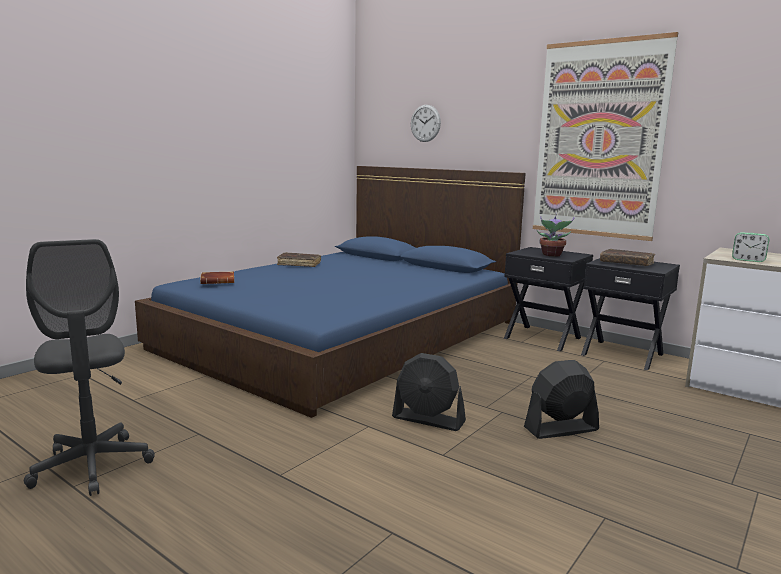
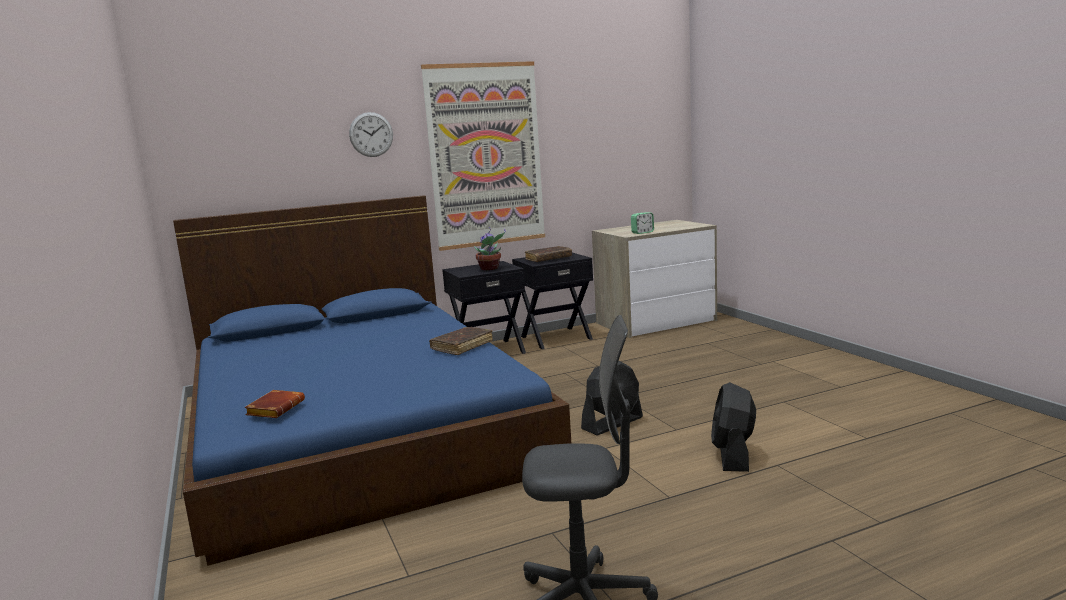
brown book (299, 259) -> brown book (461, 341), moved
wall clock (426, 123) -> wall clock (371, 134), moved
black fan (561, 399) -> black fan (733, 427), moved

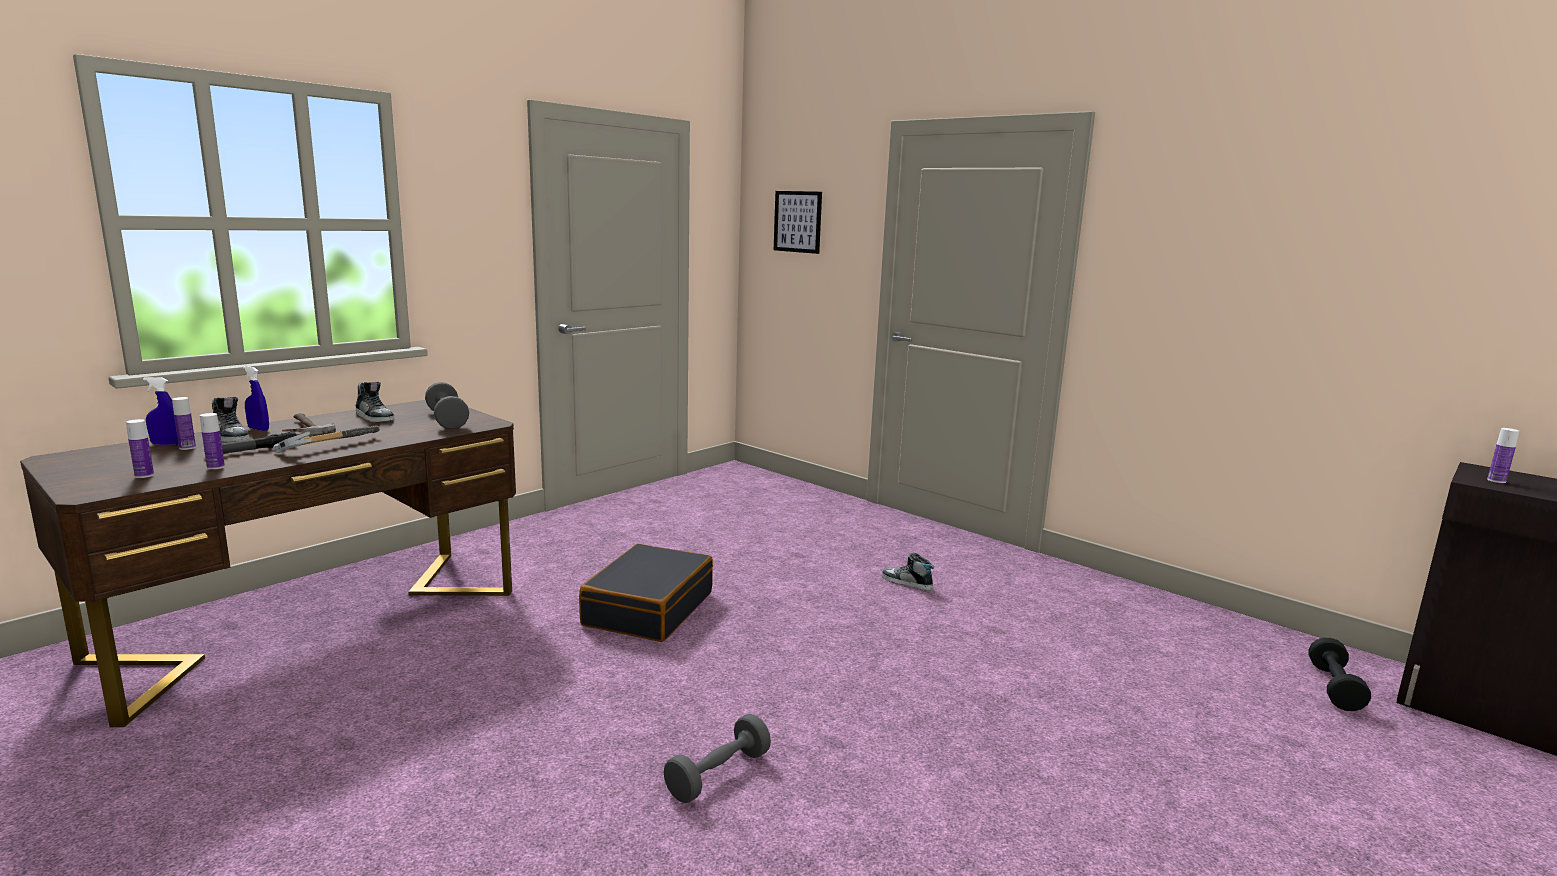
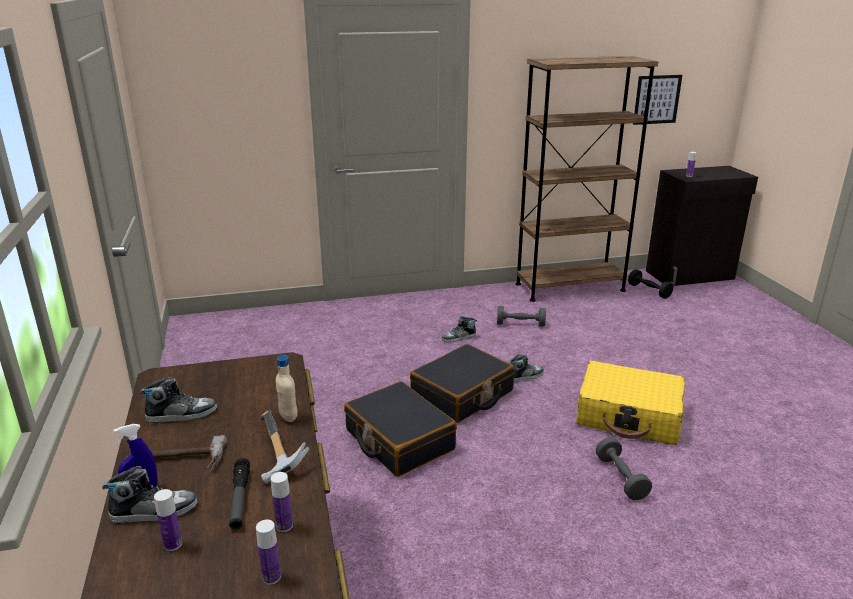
blue spray bottle (160, 411) -> none
grey dumbbell (447, 405) -> grey dumbbell (521, 316), moved
picture (798, 222) -> picture (657, 100), moved
none -> beige bottle (287, 388)
none -> black suitcase (462, 383)
none -> shoe (526, 368)
none -> brown bookcase (586, 179)
none -> yellow suitcase (630, 403)

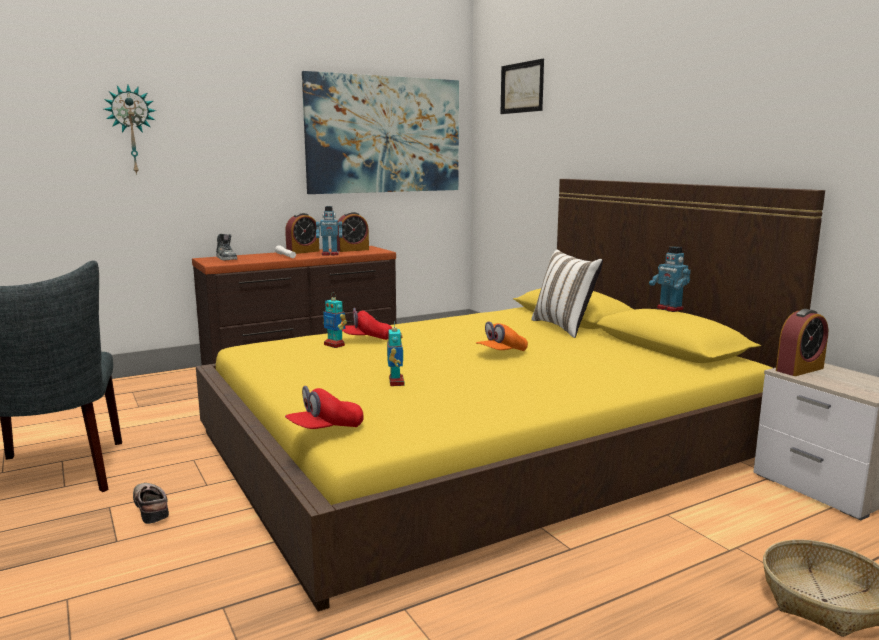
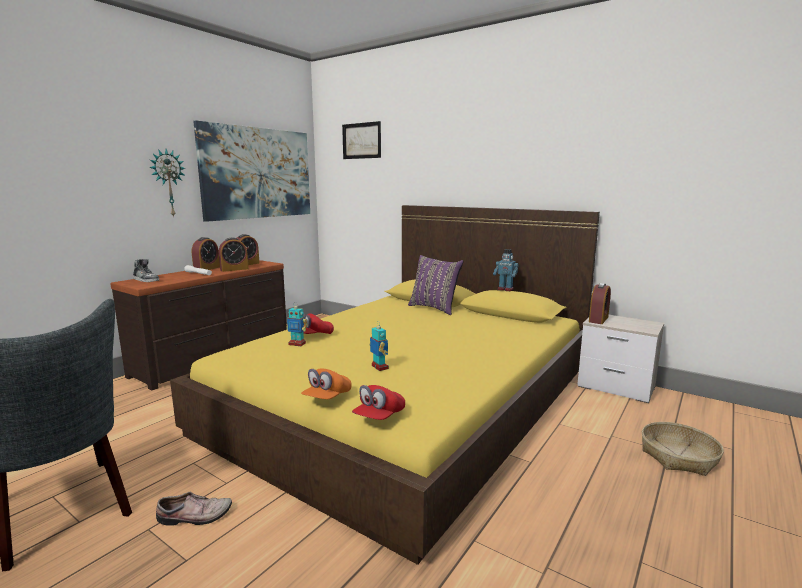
wall clock (130, 130) -> wall clock (167, 183), moved
shoe (151, 503) -> shoe (194, 509), 135 degrees clockwise
toy robot (329, 231) -> alarm clock (234, 254)
orange cap (502, 336) -> orange cap (326, 383), moved
white pillow (567, 293) -> purple pillow (436, 285)

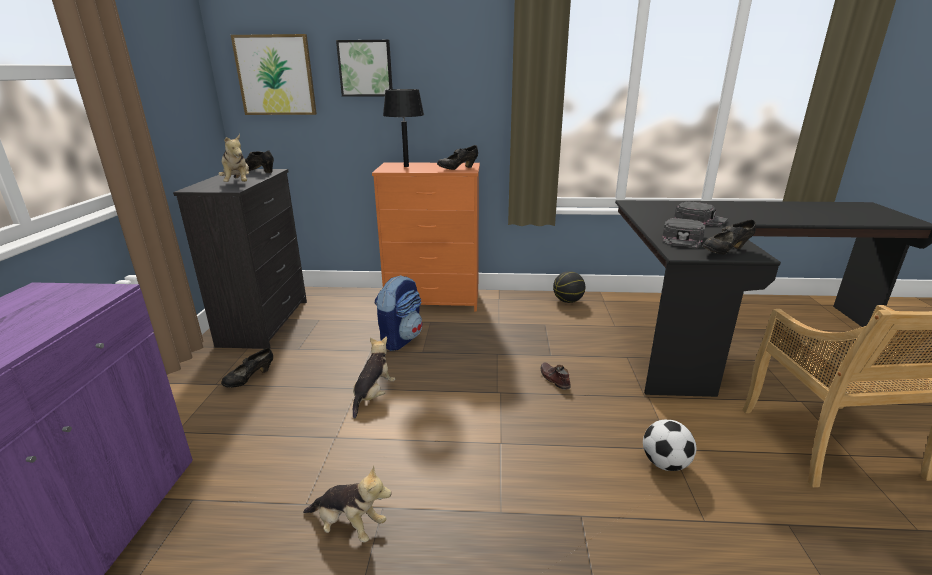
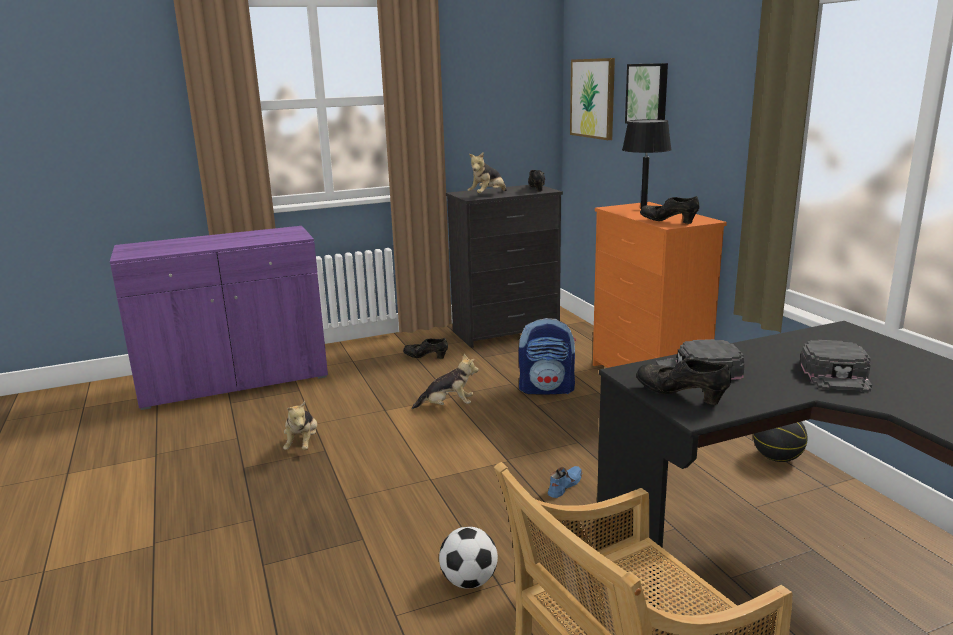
brown shoe (556, 376) -> blue shoe (565, 482)

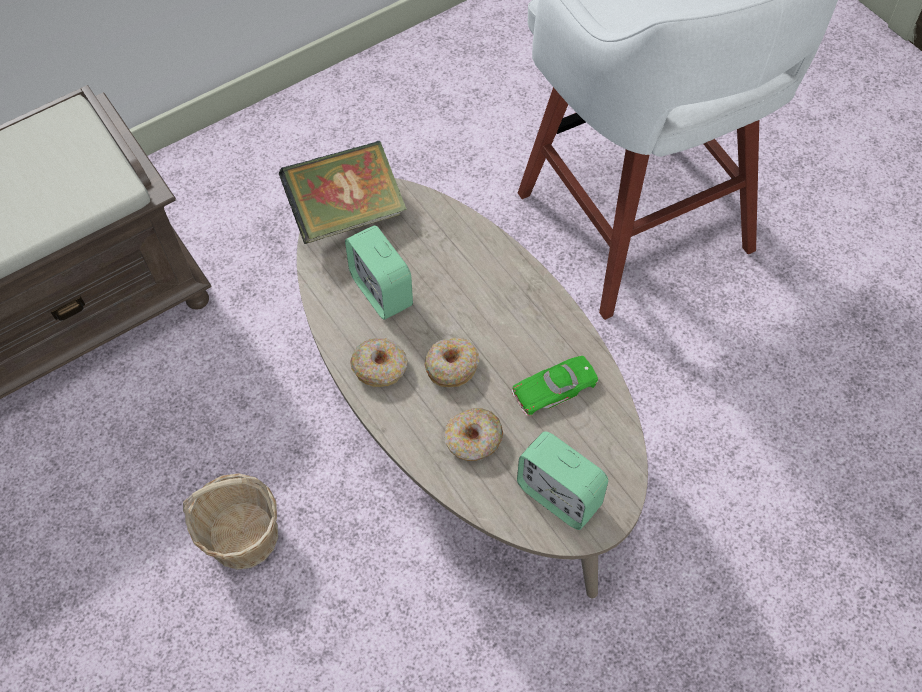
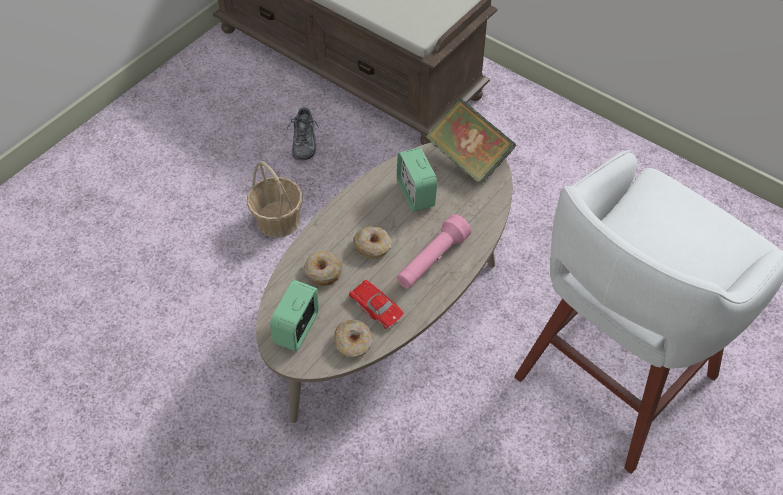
alarm clock (379, 272) -> alarm clock (417, 180), 60 degrees counterclockwise
donut (379, 362) -> donut (353, 338), moved
green toy car (555, 386) -> red toy car (376, 304)
none -> shoe (303, 133)
none -> pink flashlight (434, 251)

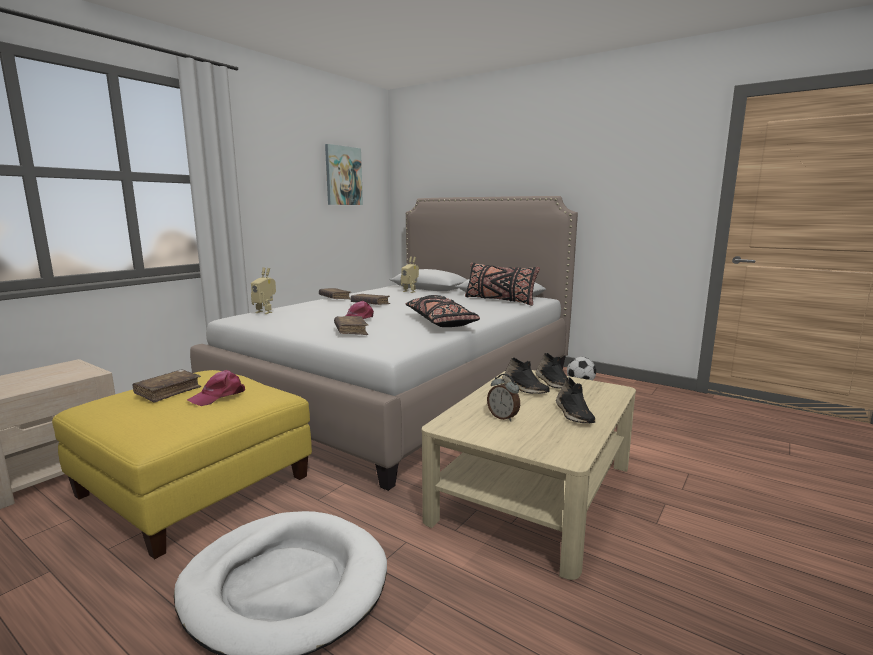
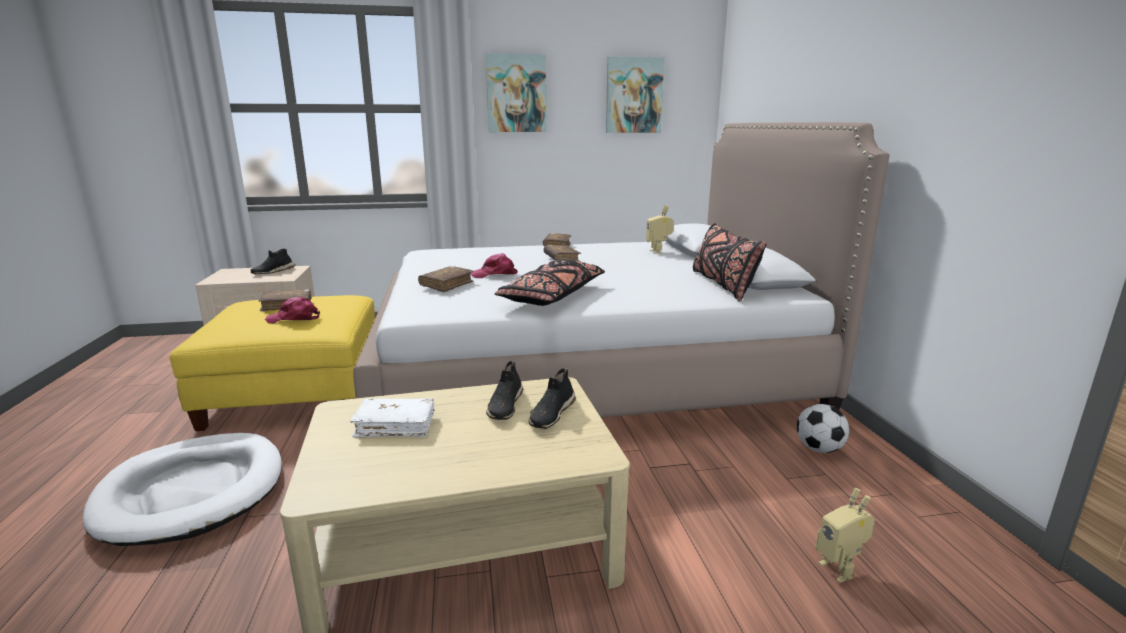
toy robot (263, 290) -> toy robot (845, 535), moved
alarm clock (503, 398) -> white book (392, 417)
black shoe (575, 400) -> black shoe (273, 261), moved
none -> picture (516, 92)

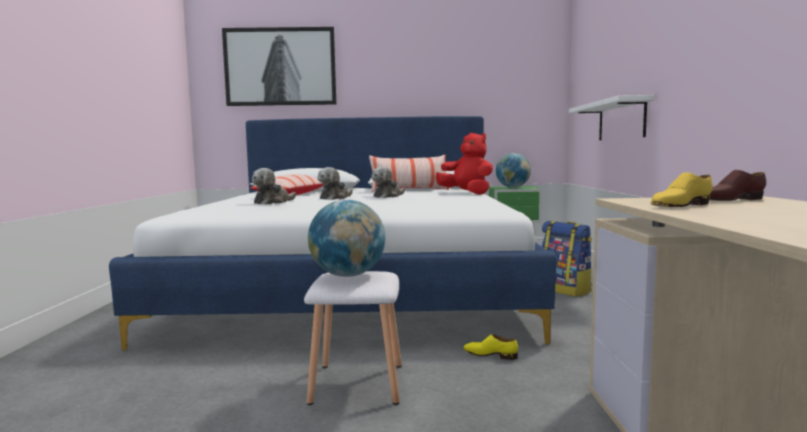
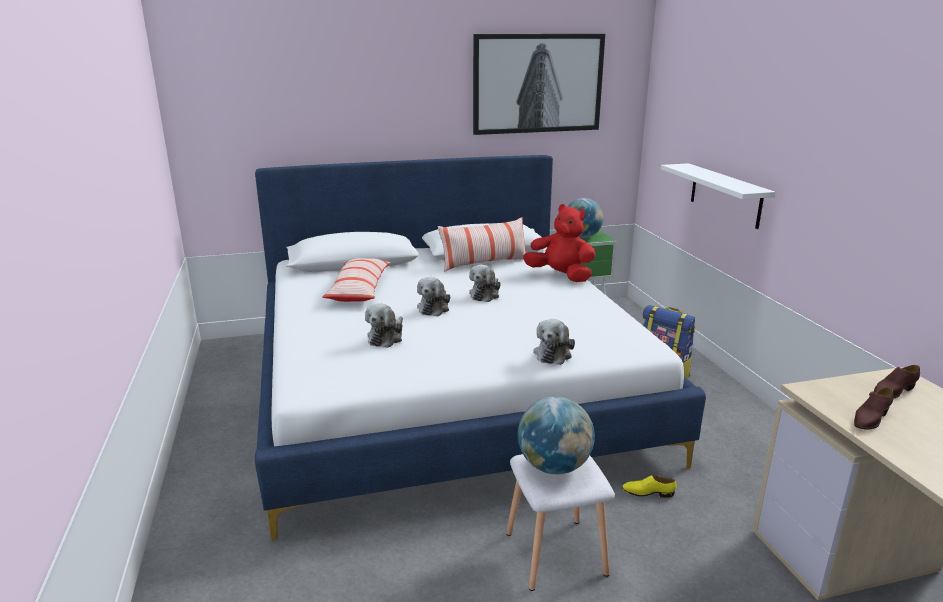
picture (279, 66) -> picture (539, 84), moved
yellow shoe (682, 189) -> brown shoe (873, 408)
none -> plush toy (554, 342)

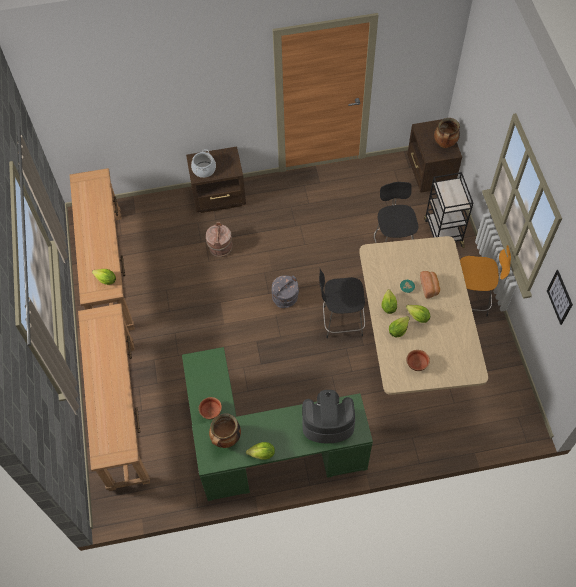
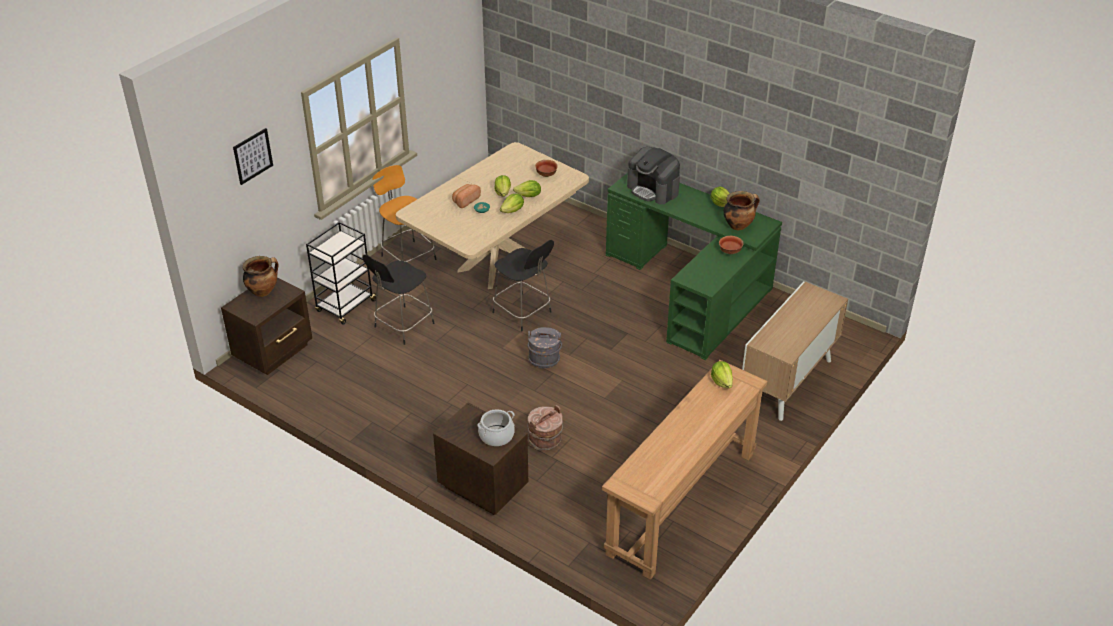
brown console table (114, 397) -> cabinet (795, 351)
picture (560, 297) -> picture (253, 156), moved

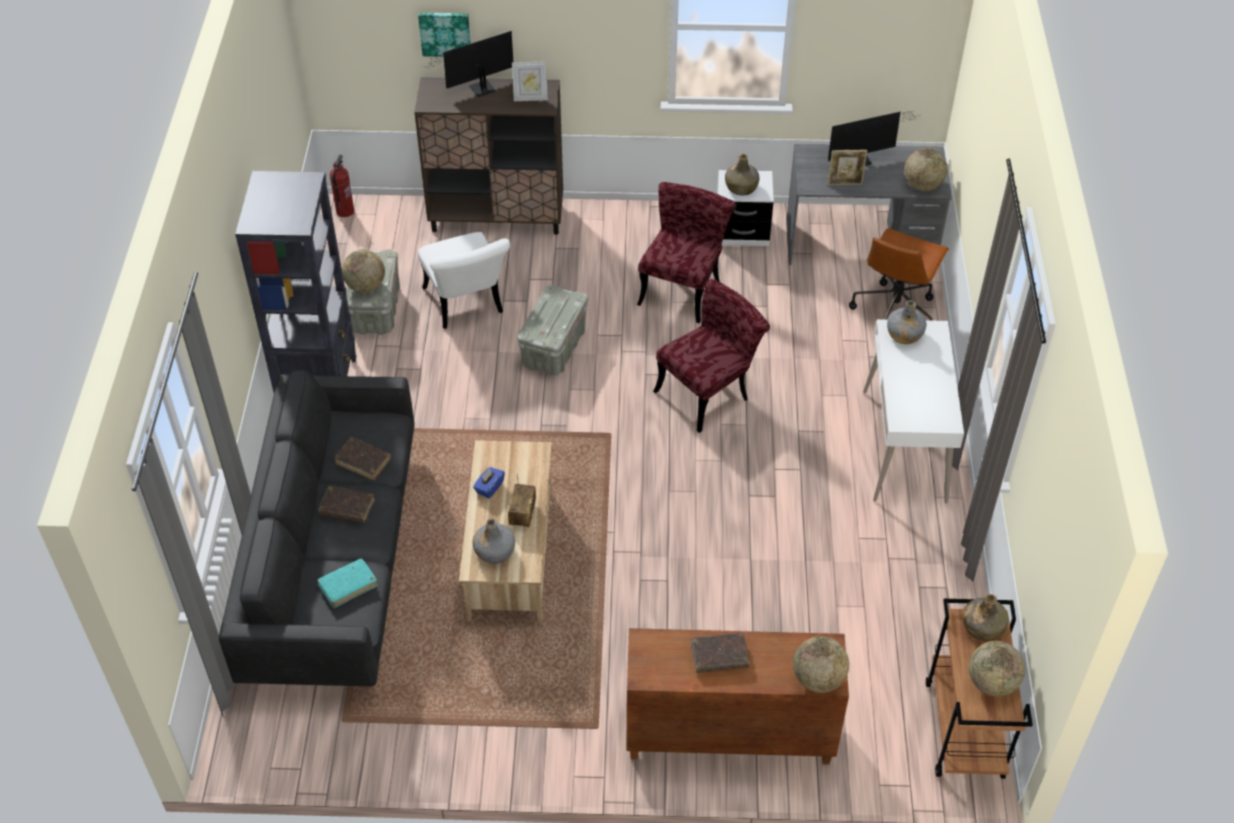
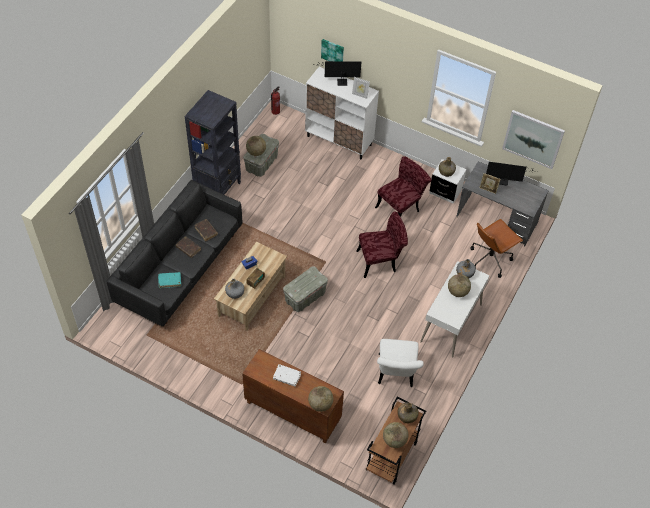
brown cabinet (488, 156) -> white cabinet (342, 113)
white chair (464, 280) -> white chair (400, 363), moved
grey storage box (552, 330) -> grey storage box (305, 289), moved
brown book (720, 653) -> white book (287, 375)
globe (925, 169) -> globe (459, 285), moved
none -> picture (533, 139)

